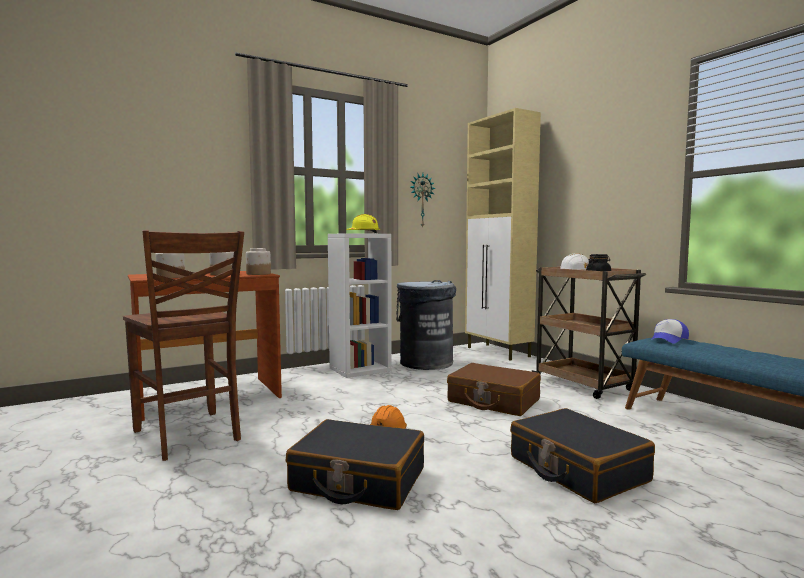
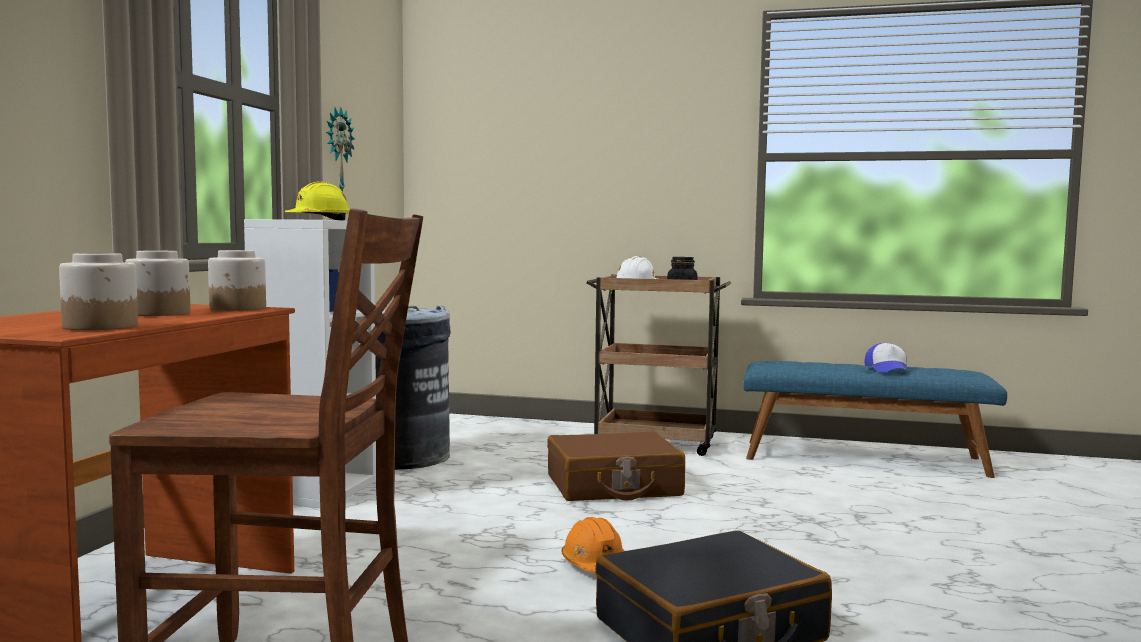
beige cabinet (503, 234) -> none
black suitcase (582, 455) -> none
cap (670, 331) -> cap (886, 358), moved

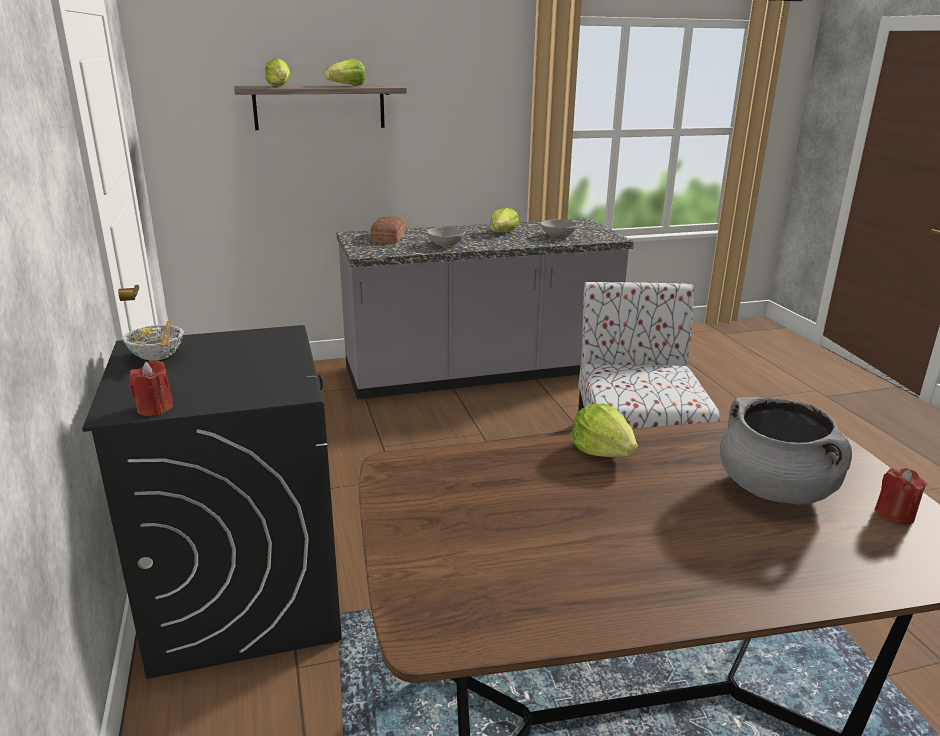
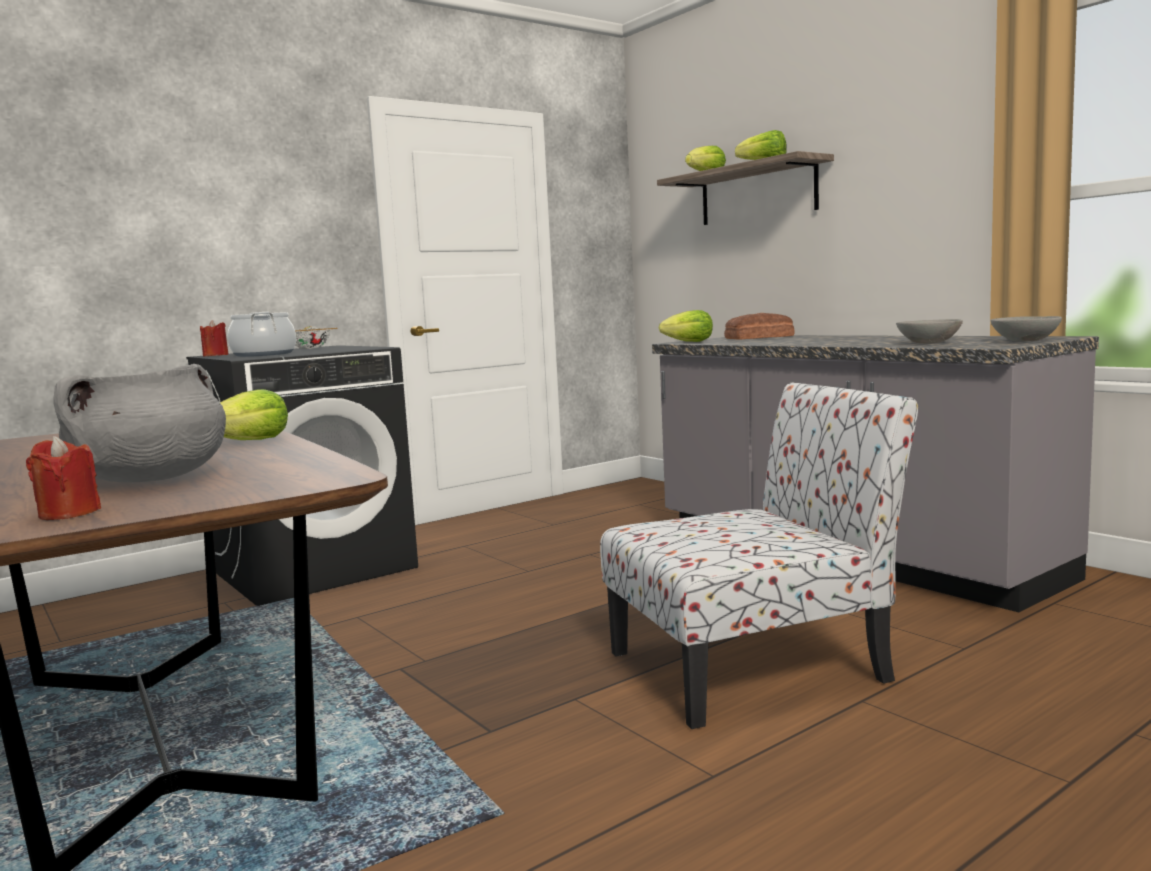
grey bowl (446, 237) -> grey bowl (1026, 328), moved
lettuce (504, 220) -> lettuce (686, 326), moved
none -> cooking pot (261, 334)

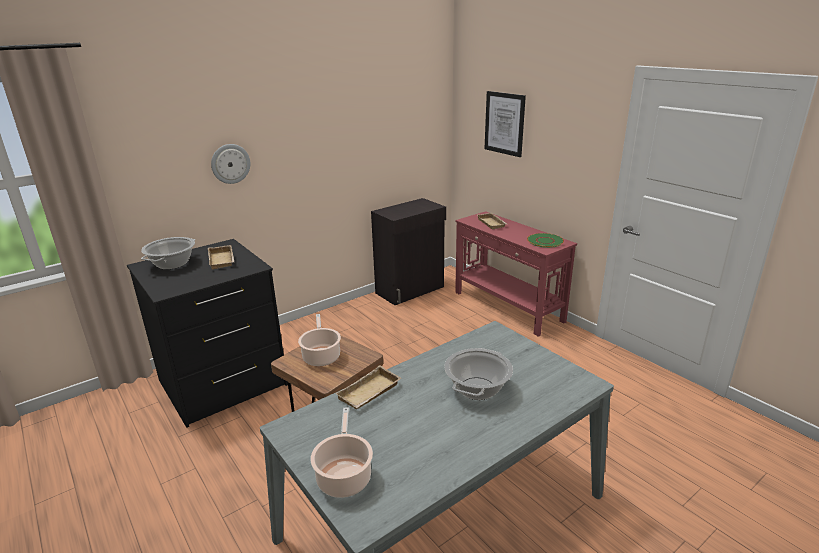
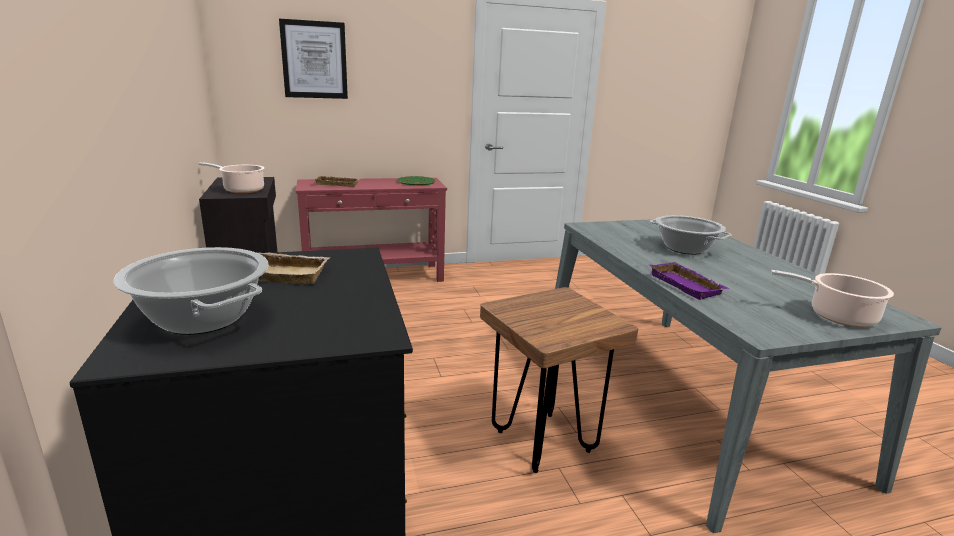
wall clock (230, 164) -> none
cooking pot (319, 340) -> cooking pot (231, 177), moved
beige tray (368, 387) -> purple tray (689, 281)

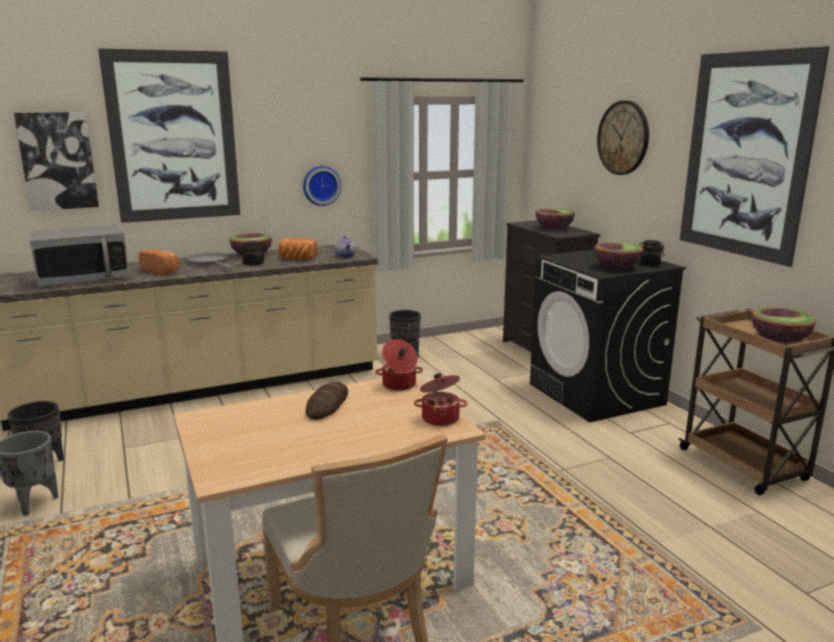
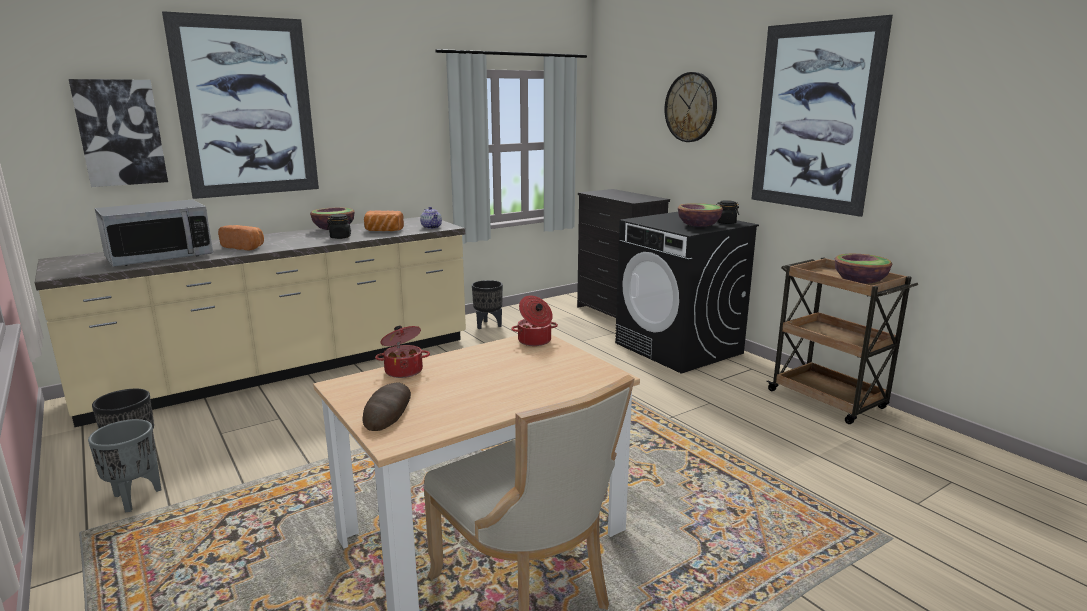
grey frying pan (209, 261) -> none
wall clock (322, 186) -> none
bread (327, 401) -> bread (387, 406), moved
cooking pot (441, 399) -> cooking pot (402, 352), moved
bowl (555, 218) -> none

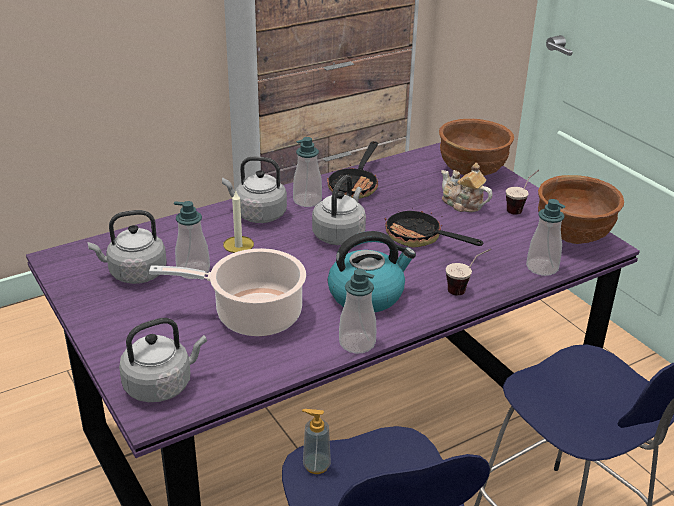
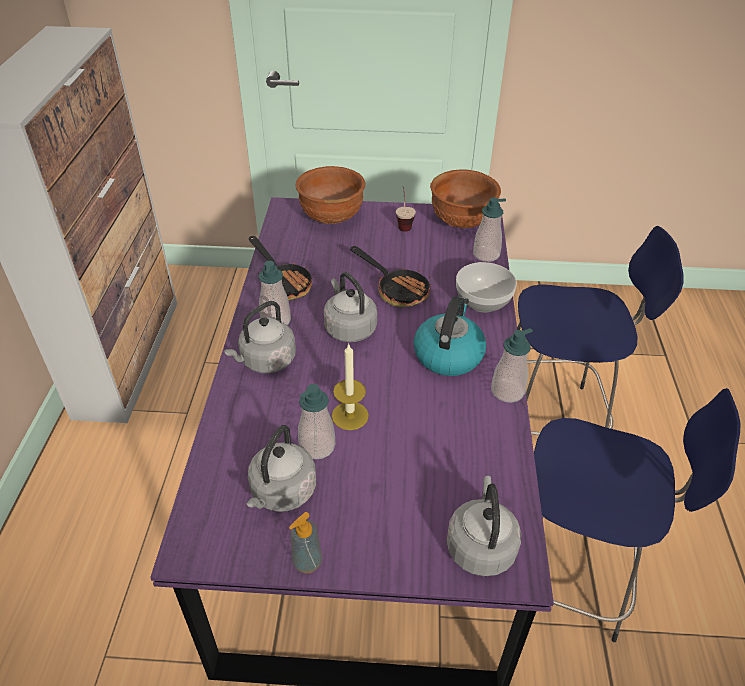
cooking pot (227, 292) -> none
soap dispenser (316, 441) -> soap dispenser (306, 542), moved
frying pan (434, 229) -> frying pan (391, 276), 120 degrees counterclockwise
teapot (467, 187) -> none
cup (468, 272) -> bowl (486, 287)

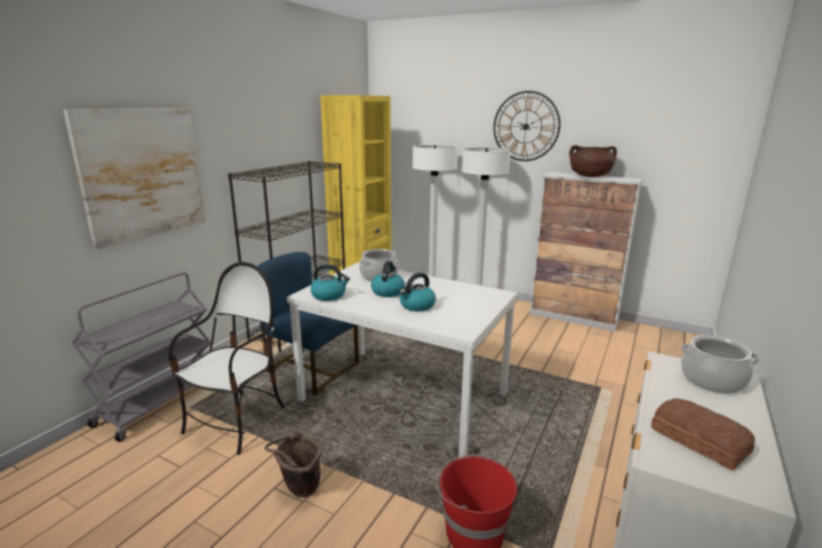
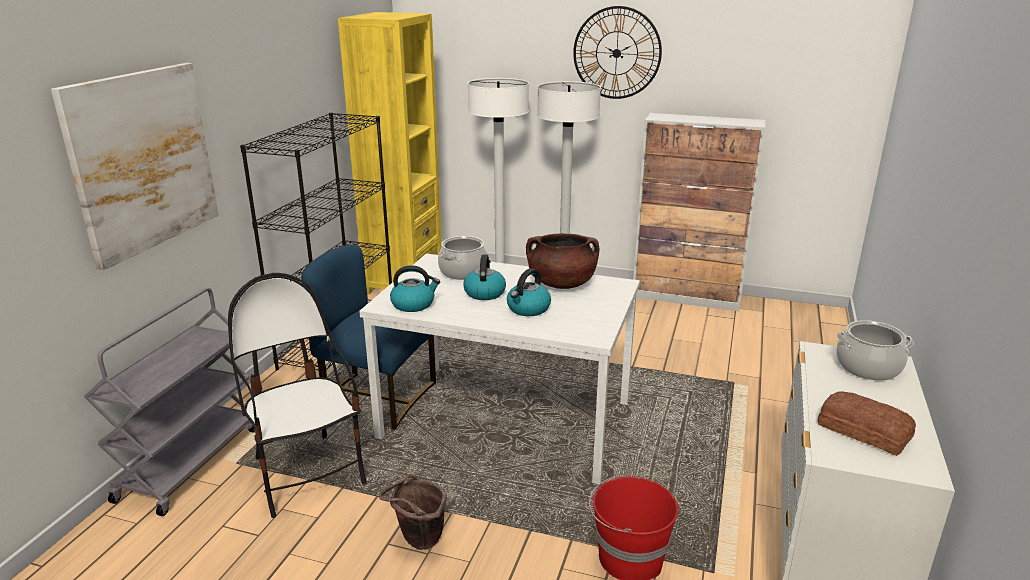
chair (226, 358) -> chair (297, 395), 45 degrees counterclockwise
brown cooking pot (593, 161) -> brown cooking pot (562, 261), moved

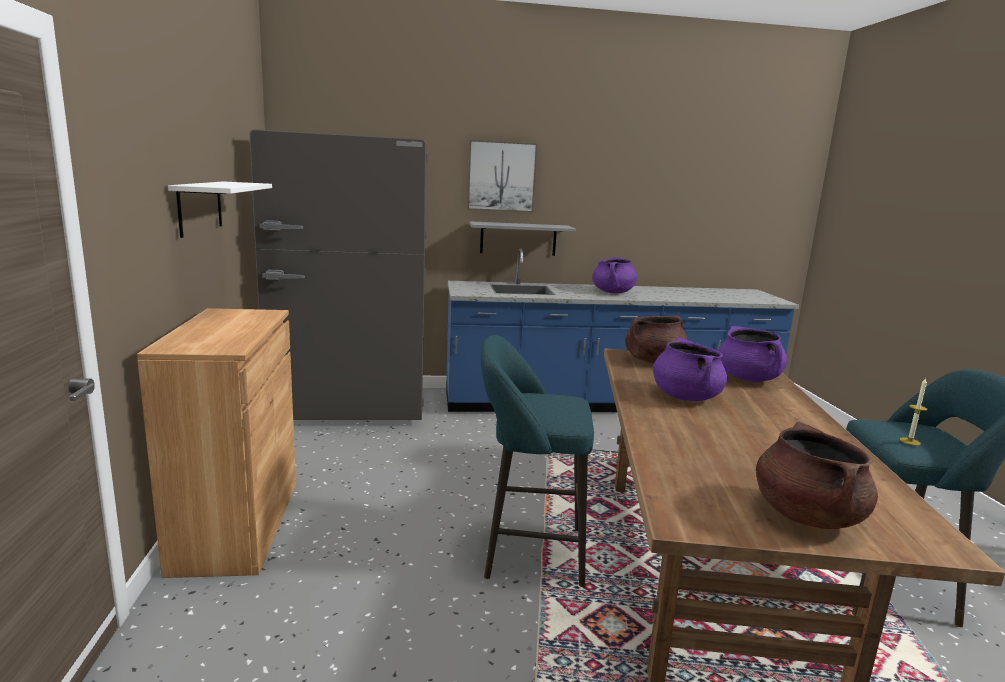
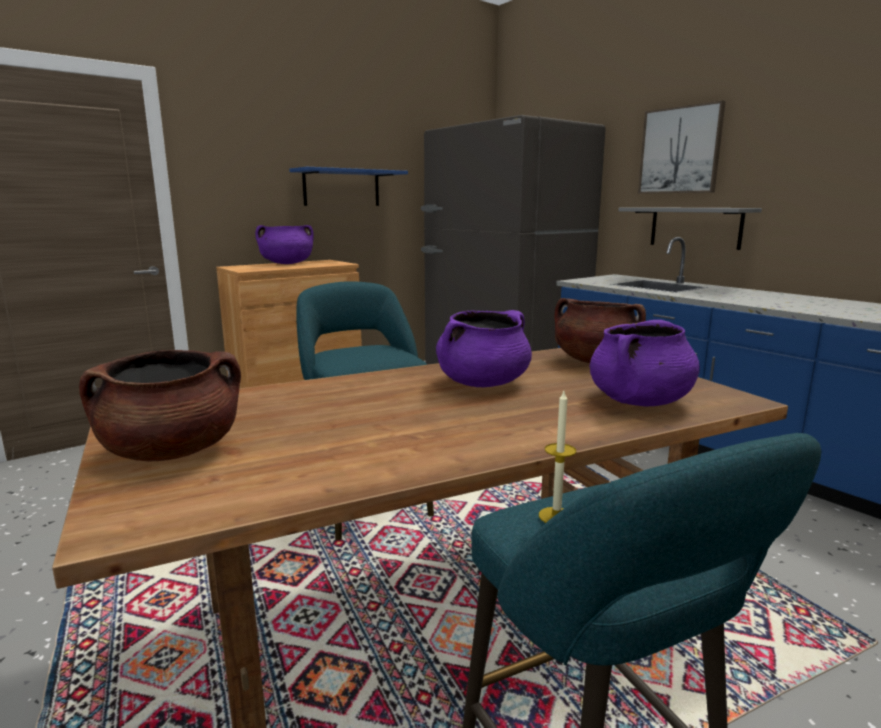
white shelf (220, 209) -> blue shelf (348, 186)
purple cooking pot (614, 275) -> purple cooking pot (284, 244), moved

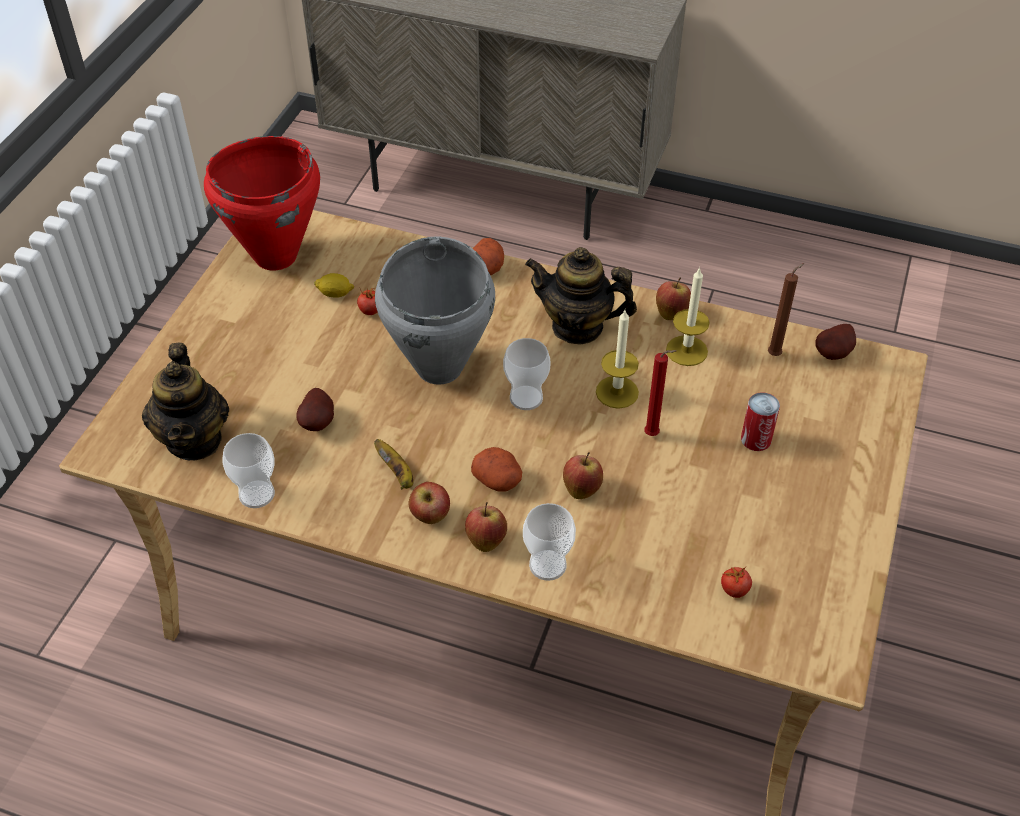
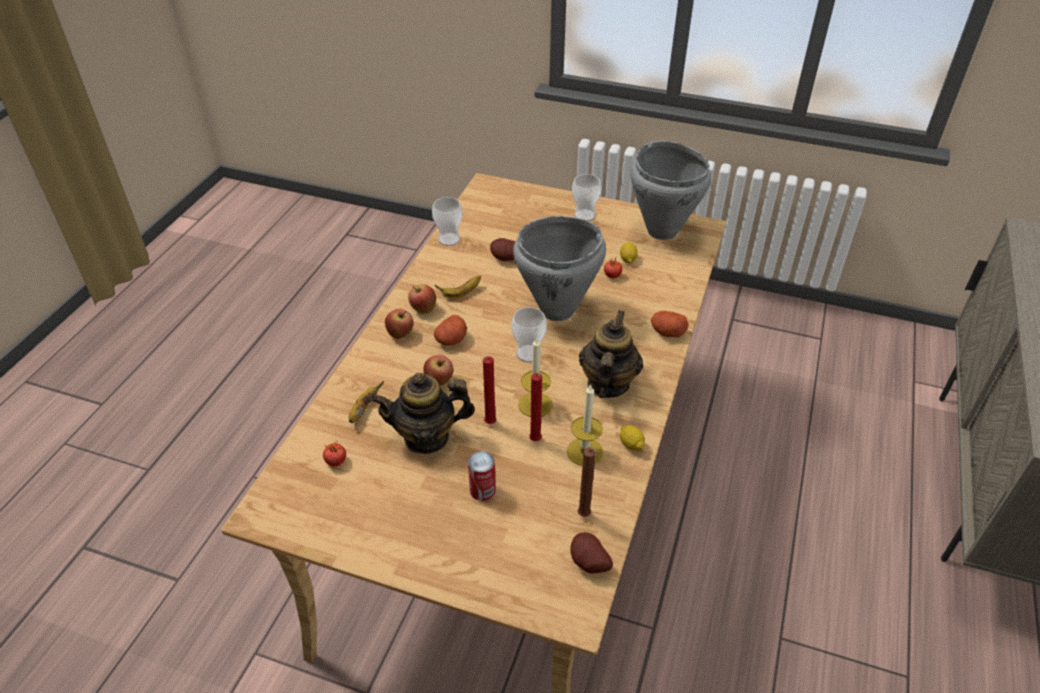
teapot (185, 401) -> teapot (423, 413), moved
red cooking pot (262, 203) -> grey cooking pot (670, 190)
cup (549, 542) -> cup (586, 197), moved
apple (673, 298) -> lemon (632, 438)
none -> banana (366, 402)
none -> red candle (535, 407)

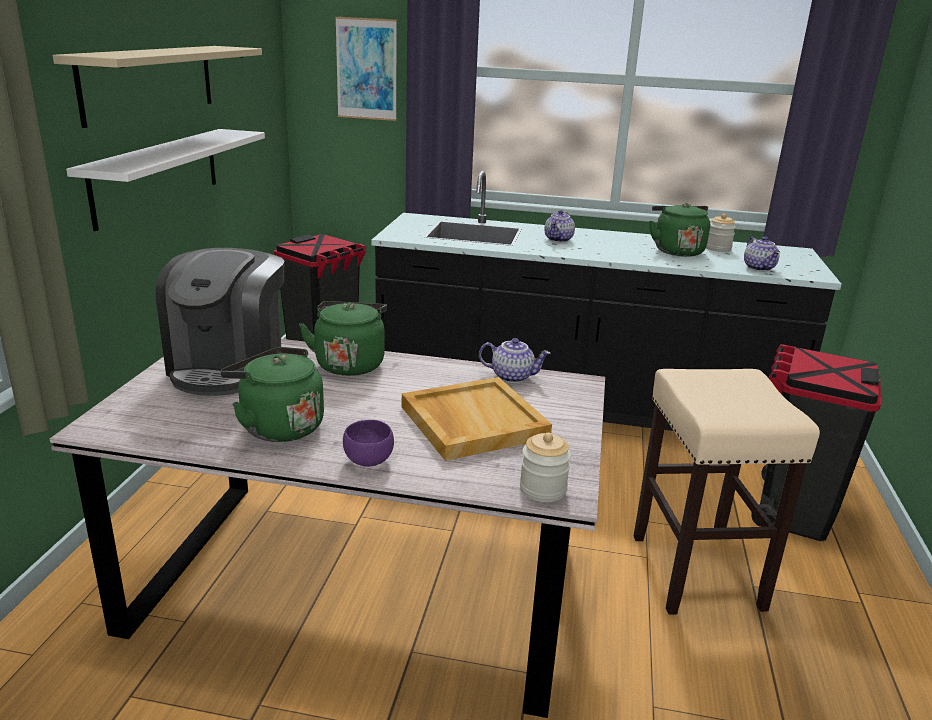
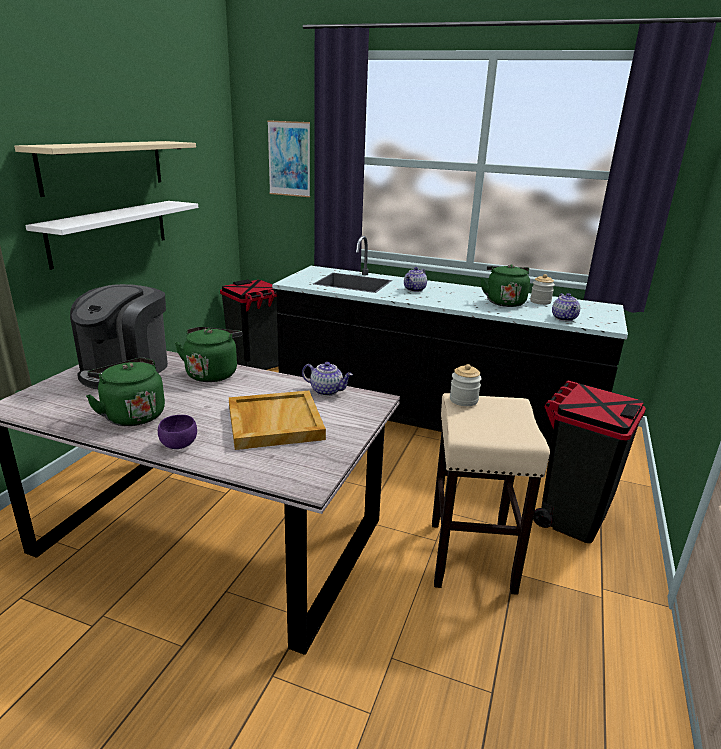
jar (545, 467) -> jar (466, 385), moved

